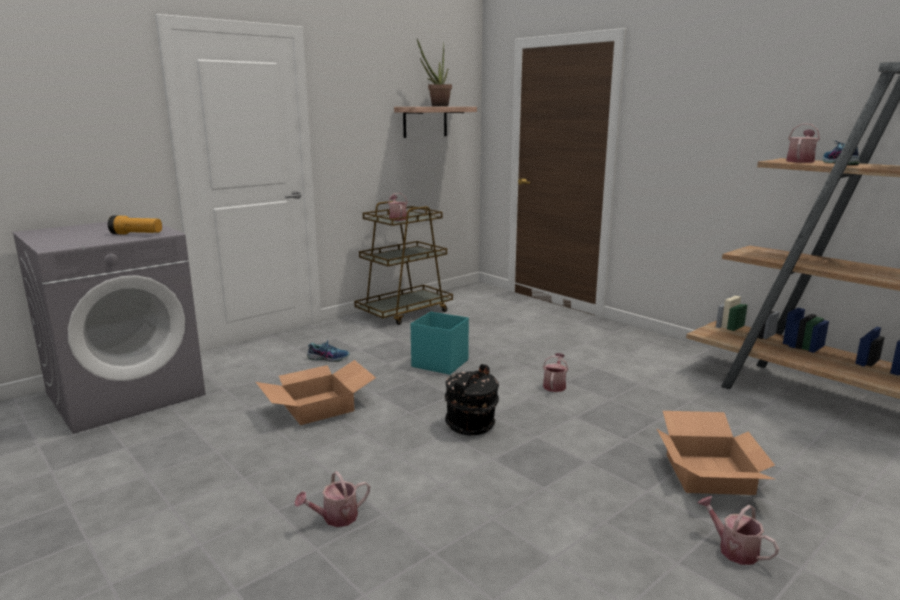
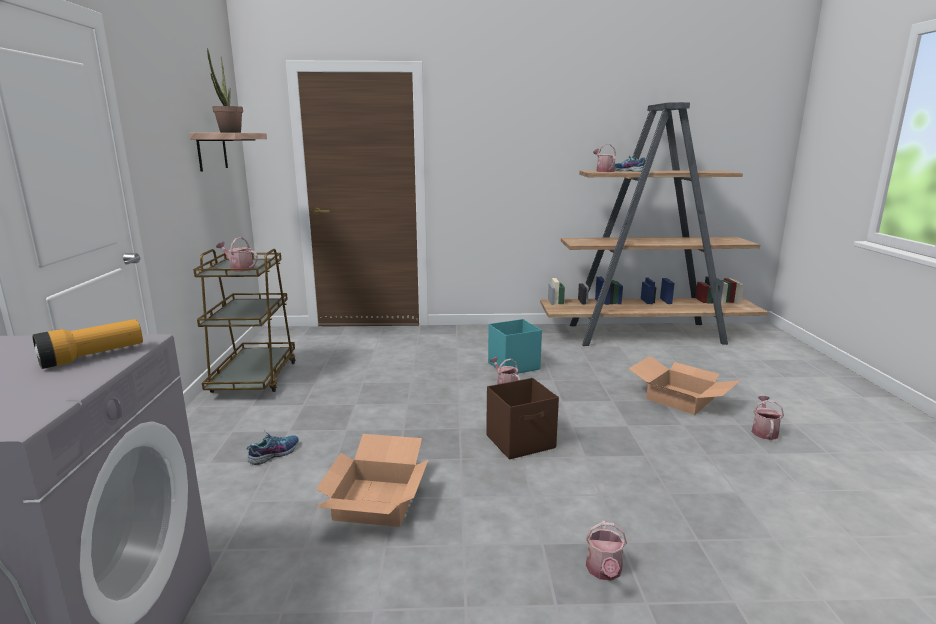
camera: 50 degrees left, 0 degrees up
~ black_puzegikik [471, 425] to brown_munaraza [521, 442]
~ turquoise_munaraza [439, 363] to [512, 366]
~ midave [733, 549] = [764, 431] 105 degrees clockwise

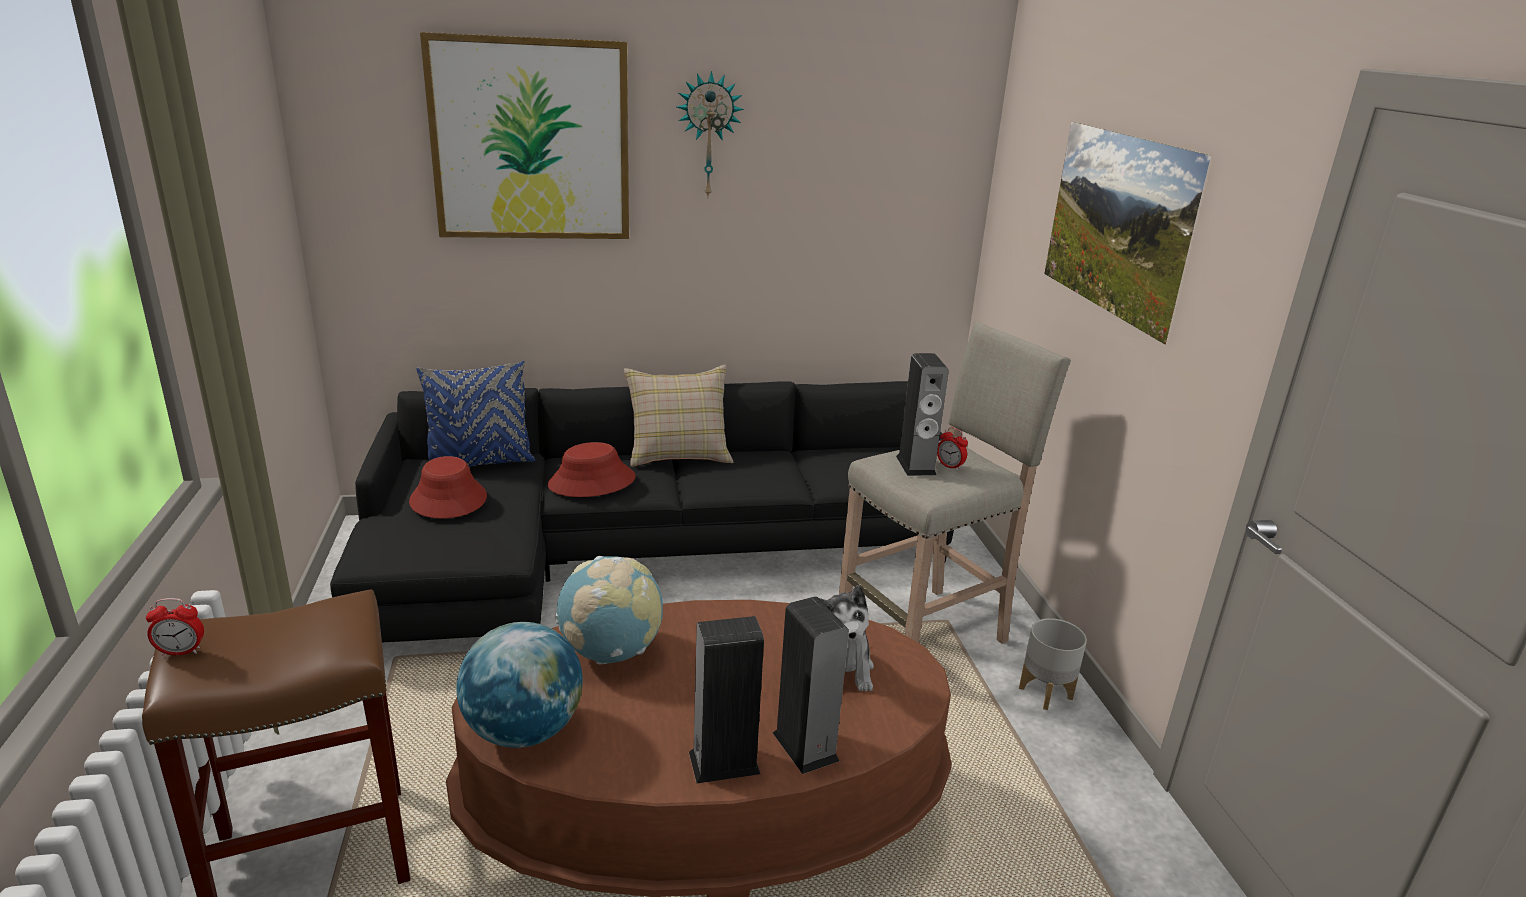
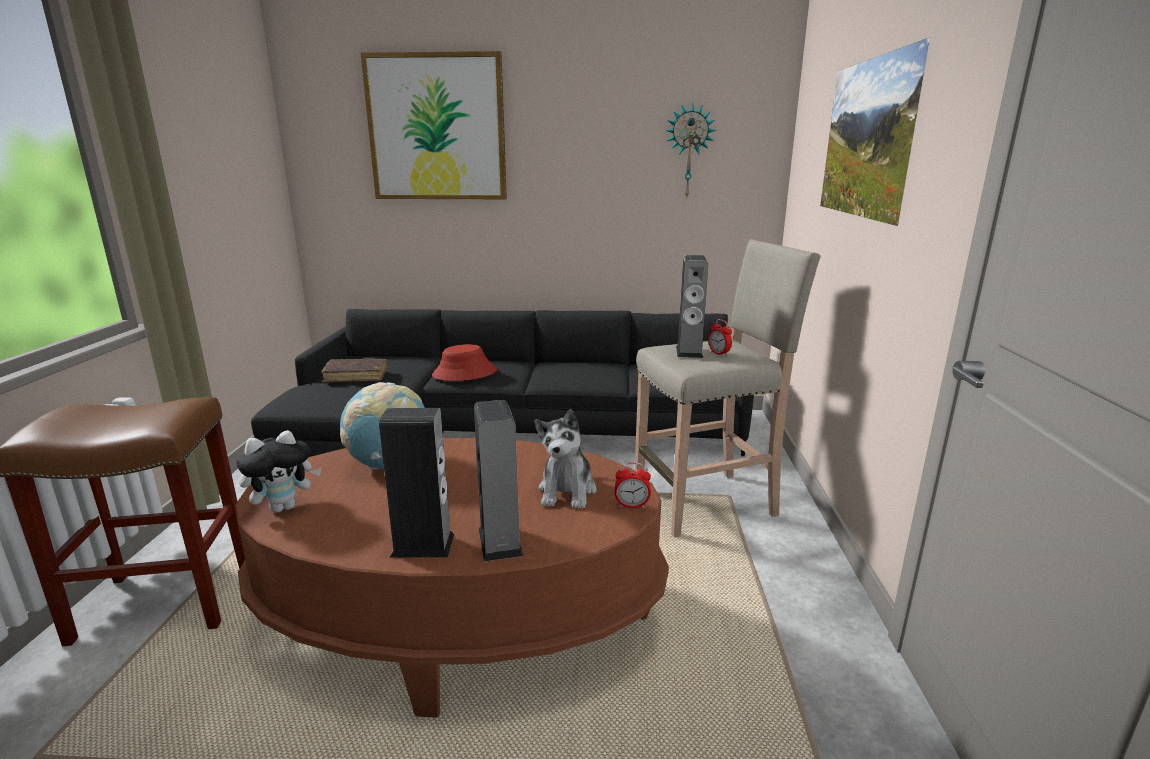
camera: 15 degrees right, 5 degrees down
~ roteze [524, 731] to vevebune [284, 507]
~ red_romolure [448, 500] to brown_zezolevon [356, 376]
~ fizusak [181, 652] to [632, 506]
~ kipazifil [708, 136] to [689, 152]
- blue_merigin [480, 463]
- beige_merigin [678, 454]
- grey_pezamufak [1046, 692]

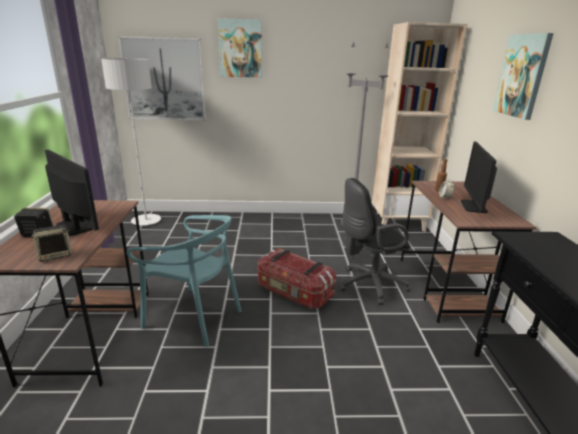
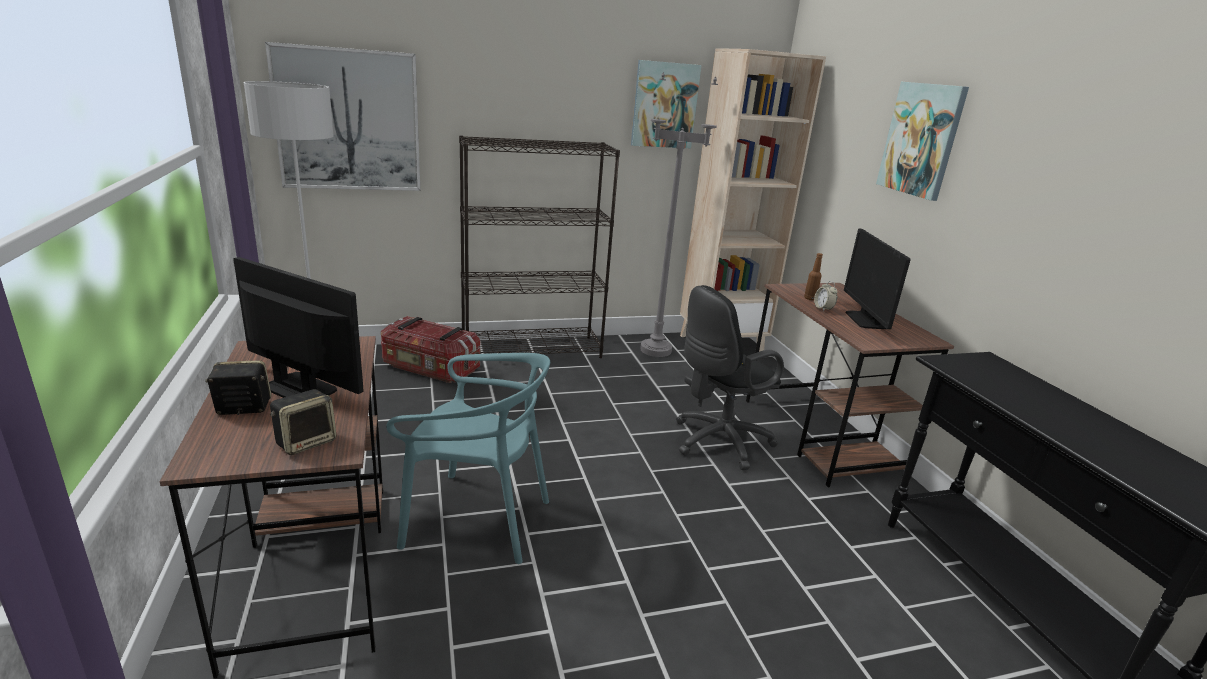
camera: 15 degrees left, 0 degrees up
~ munaraza [293, 293] to [430, 369]
+ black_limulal [532, 350]
~ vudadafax [240, 48] to [664, 105]

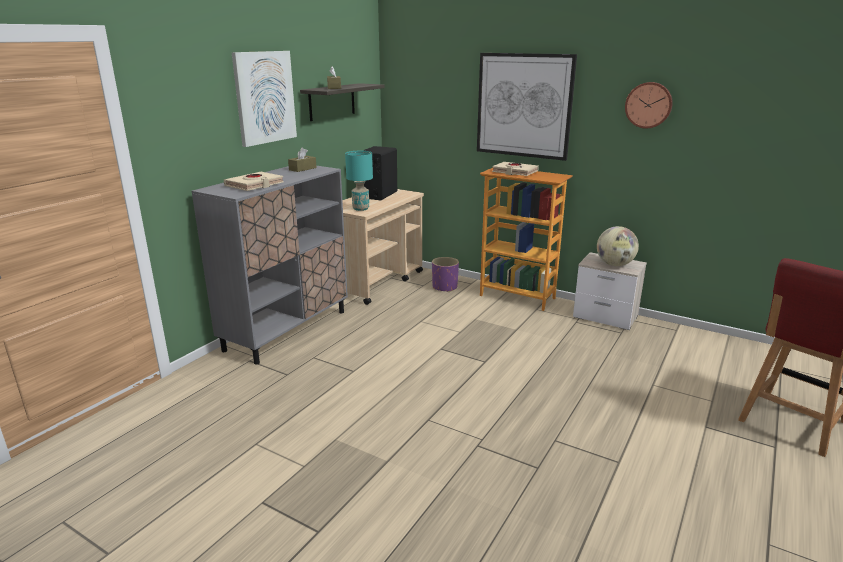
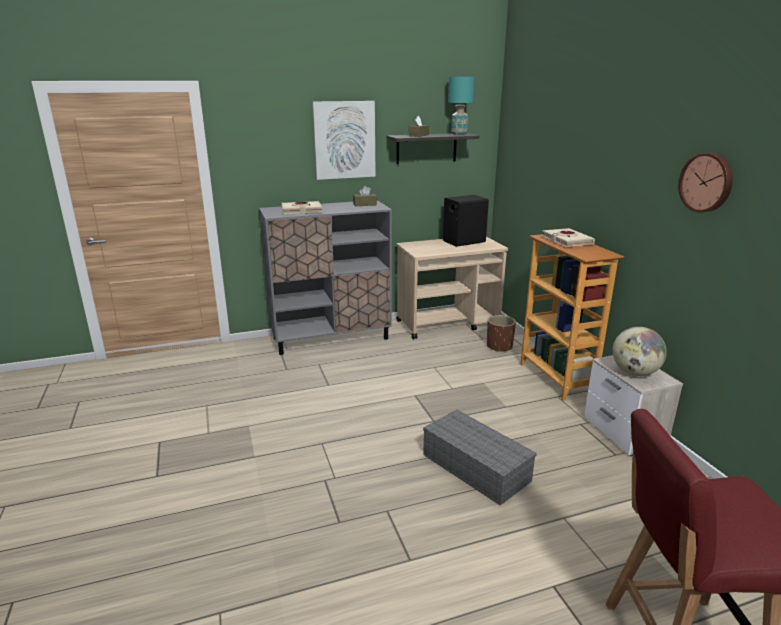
camera: 40 degrees right, 0 degrees up
+ grey_munaraza [473, 467]
~ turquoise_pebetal [361, 209] to [459, 134]
~ purple_pezamufak [445, 287] to brown_pezamufak [499, 346]
- vudadafax [524, 105]

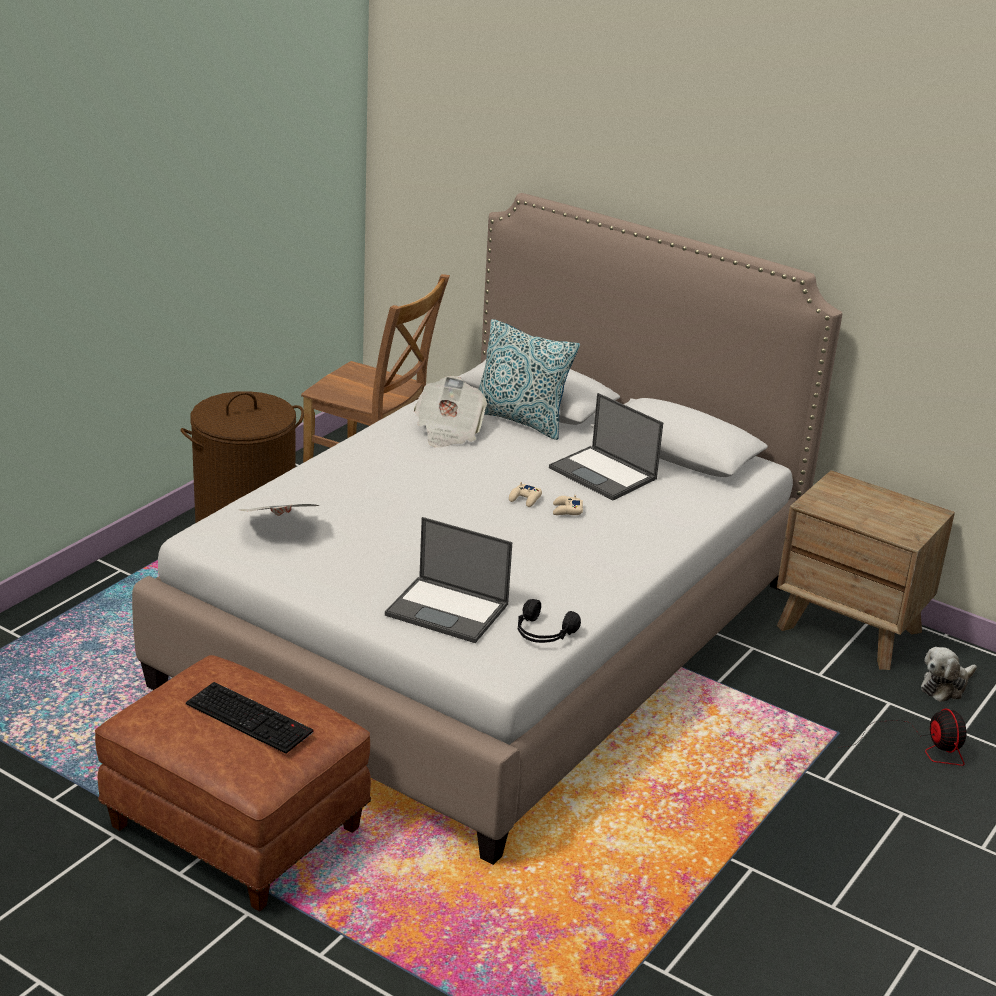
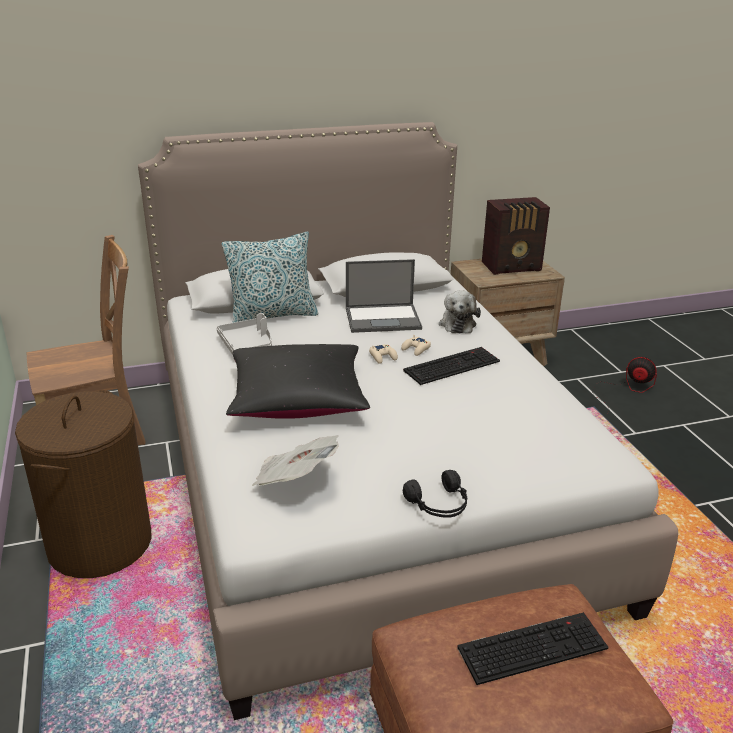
camera: 50 degrees left, 0 degrees up
~ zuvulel [448, 431] to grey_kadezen [247, 345]
+ black_merigin [297, 398]
+ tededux [452, 365]
~ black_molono [543, 633] to [439, 505]
~ vevebune [945, 686] to [457, 323]
+ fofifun [512, 267]
- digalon [448, 610]

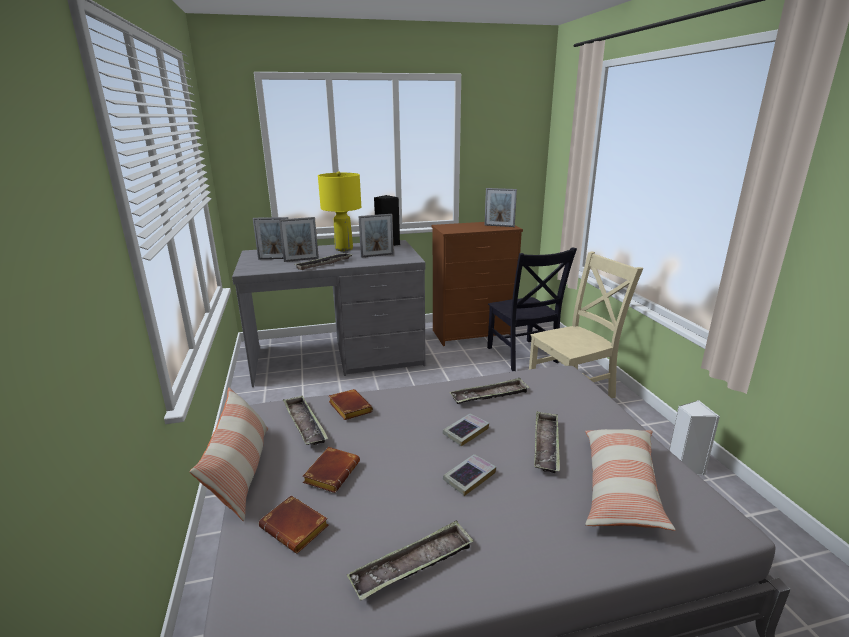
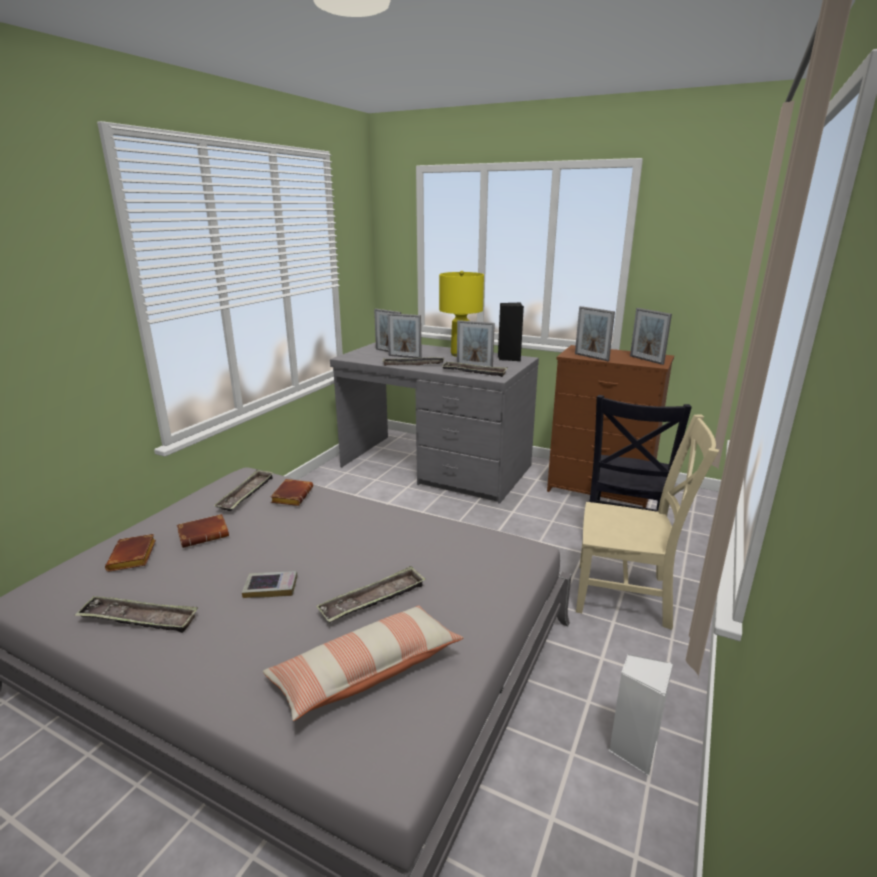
camera: 40 degrees right, 0 degrees up
~ kadezen [489, 395] to [474, 372]
+ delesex [591, 357]
- merigin [241, 471]
- zezolevon [465, 432]

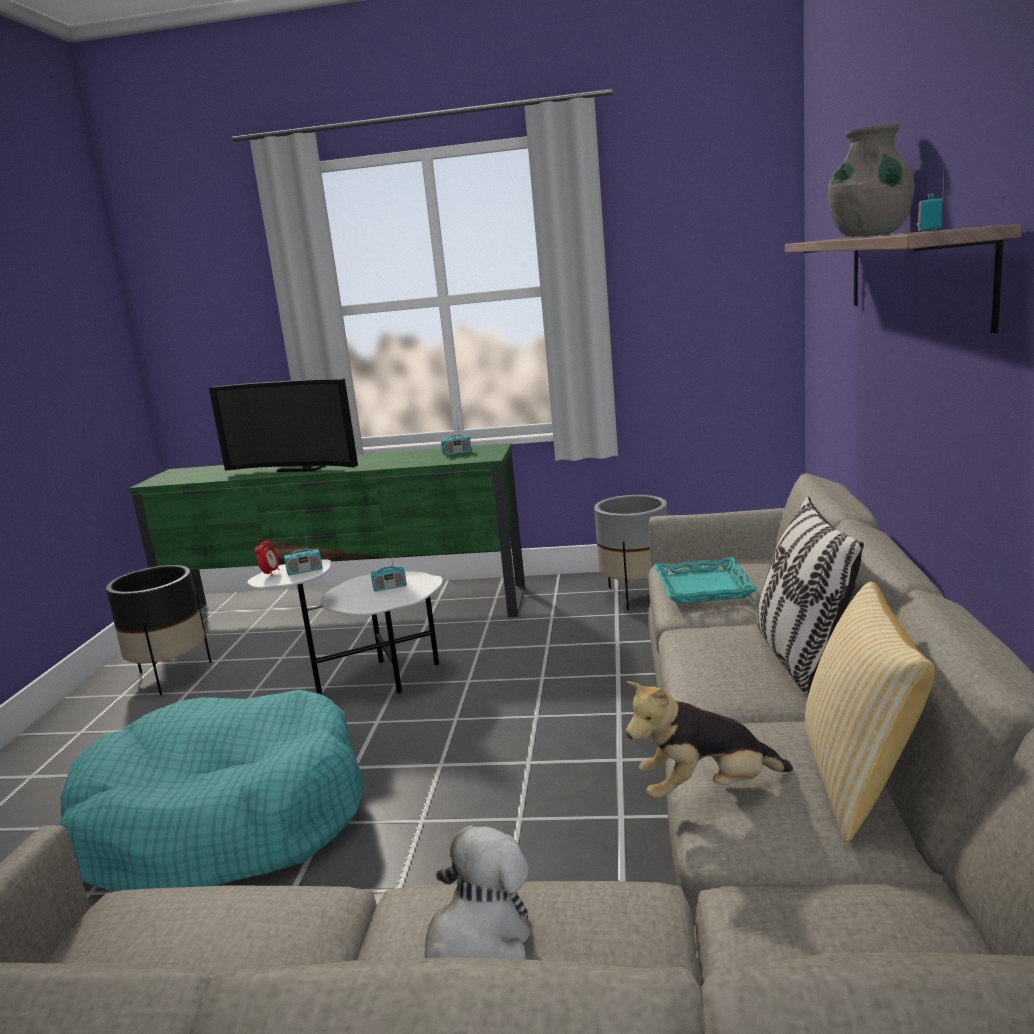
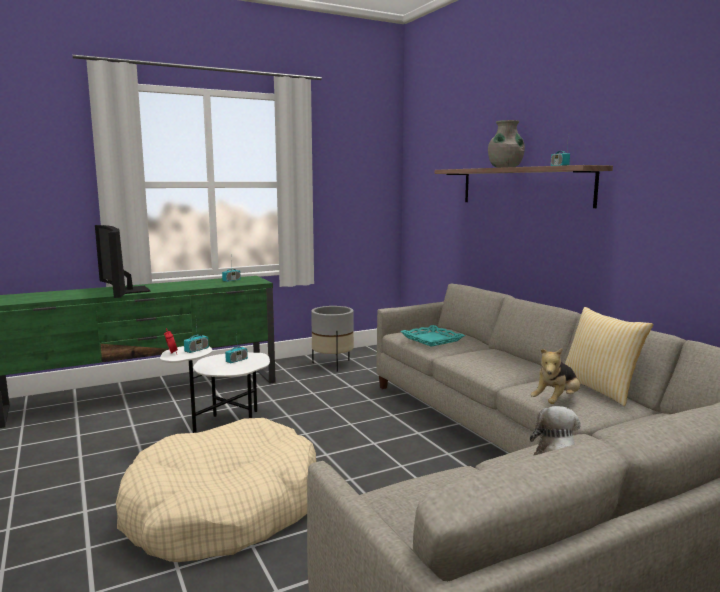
camera: 35 degrees left, 5 degrees down
~ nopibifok [301, 468] = [124, 291] 75 degrees clockwise
~ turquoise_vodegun [224, 820] to beige_vodegun [223, 510]
- black_pezamufak [171, 676]
- merigin [800, 658]

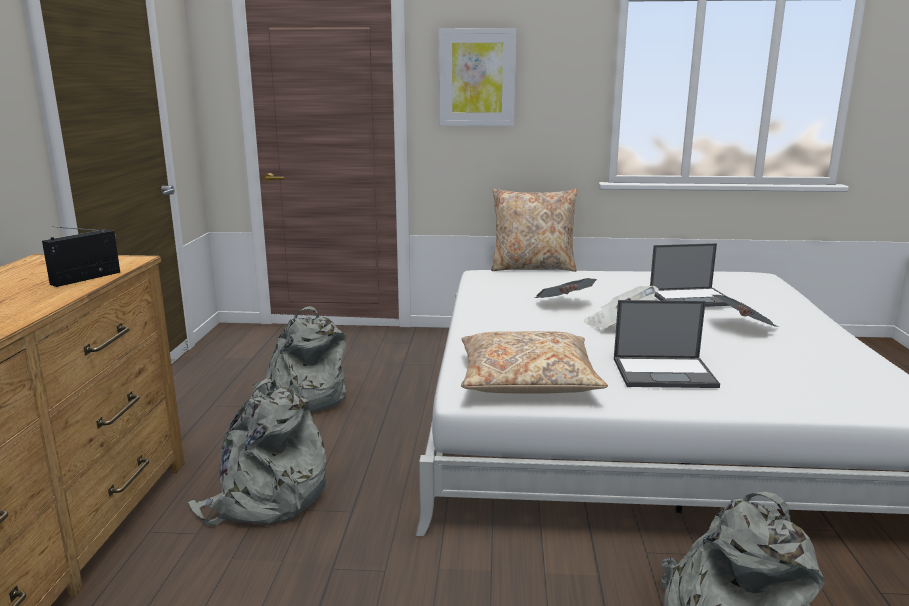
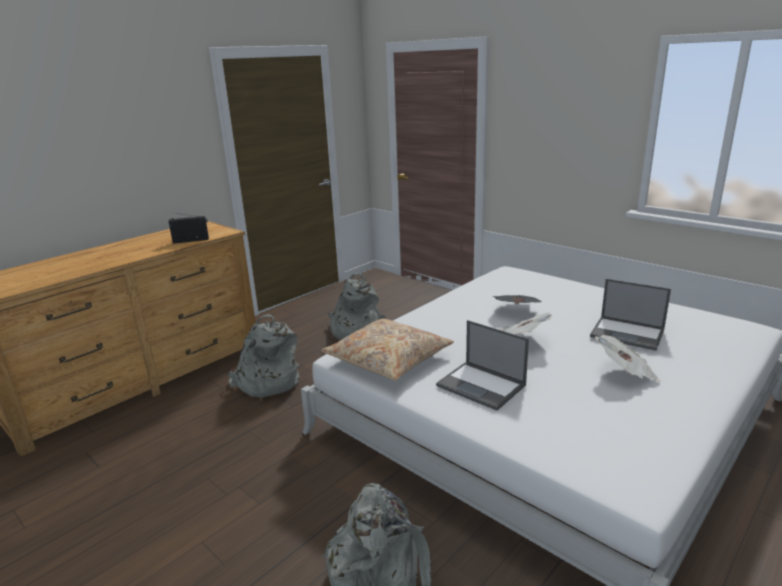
camera: 40 degrees right, 5 degrees up
- vudadafax [477, 78]
- beige_merigin [533, 267]

